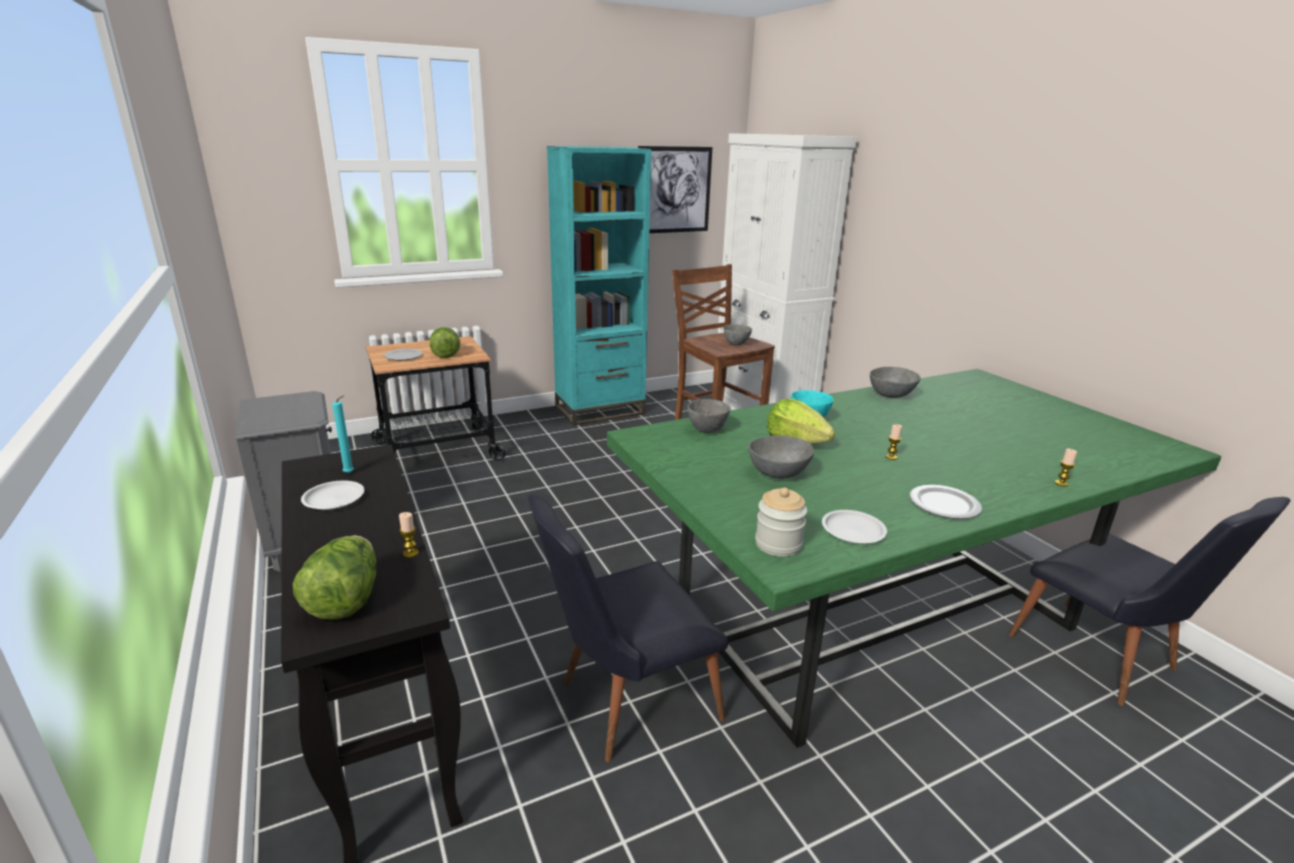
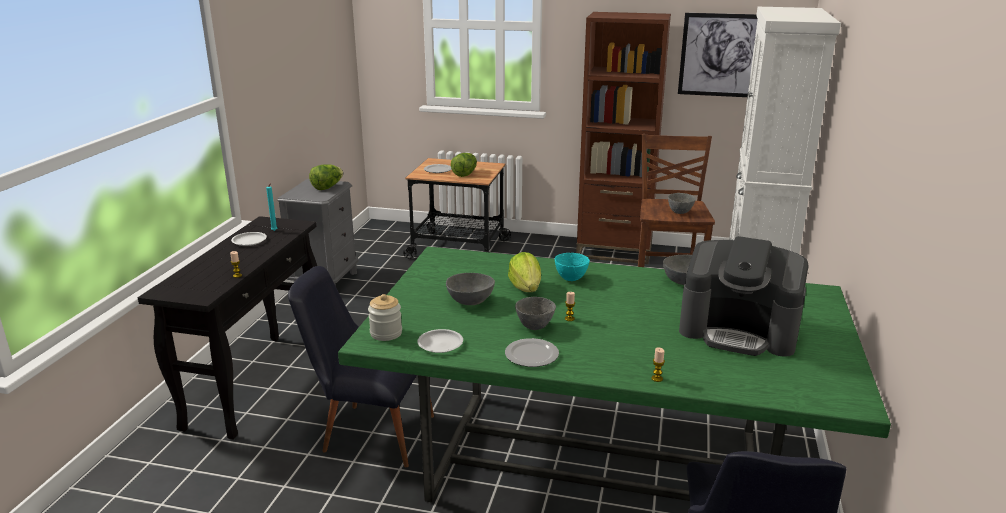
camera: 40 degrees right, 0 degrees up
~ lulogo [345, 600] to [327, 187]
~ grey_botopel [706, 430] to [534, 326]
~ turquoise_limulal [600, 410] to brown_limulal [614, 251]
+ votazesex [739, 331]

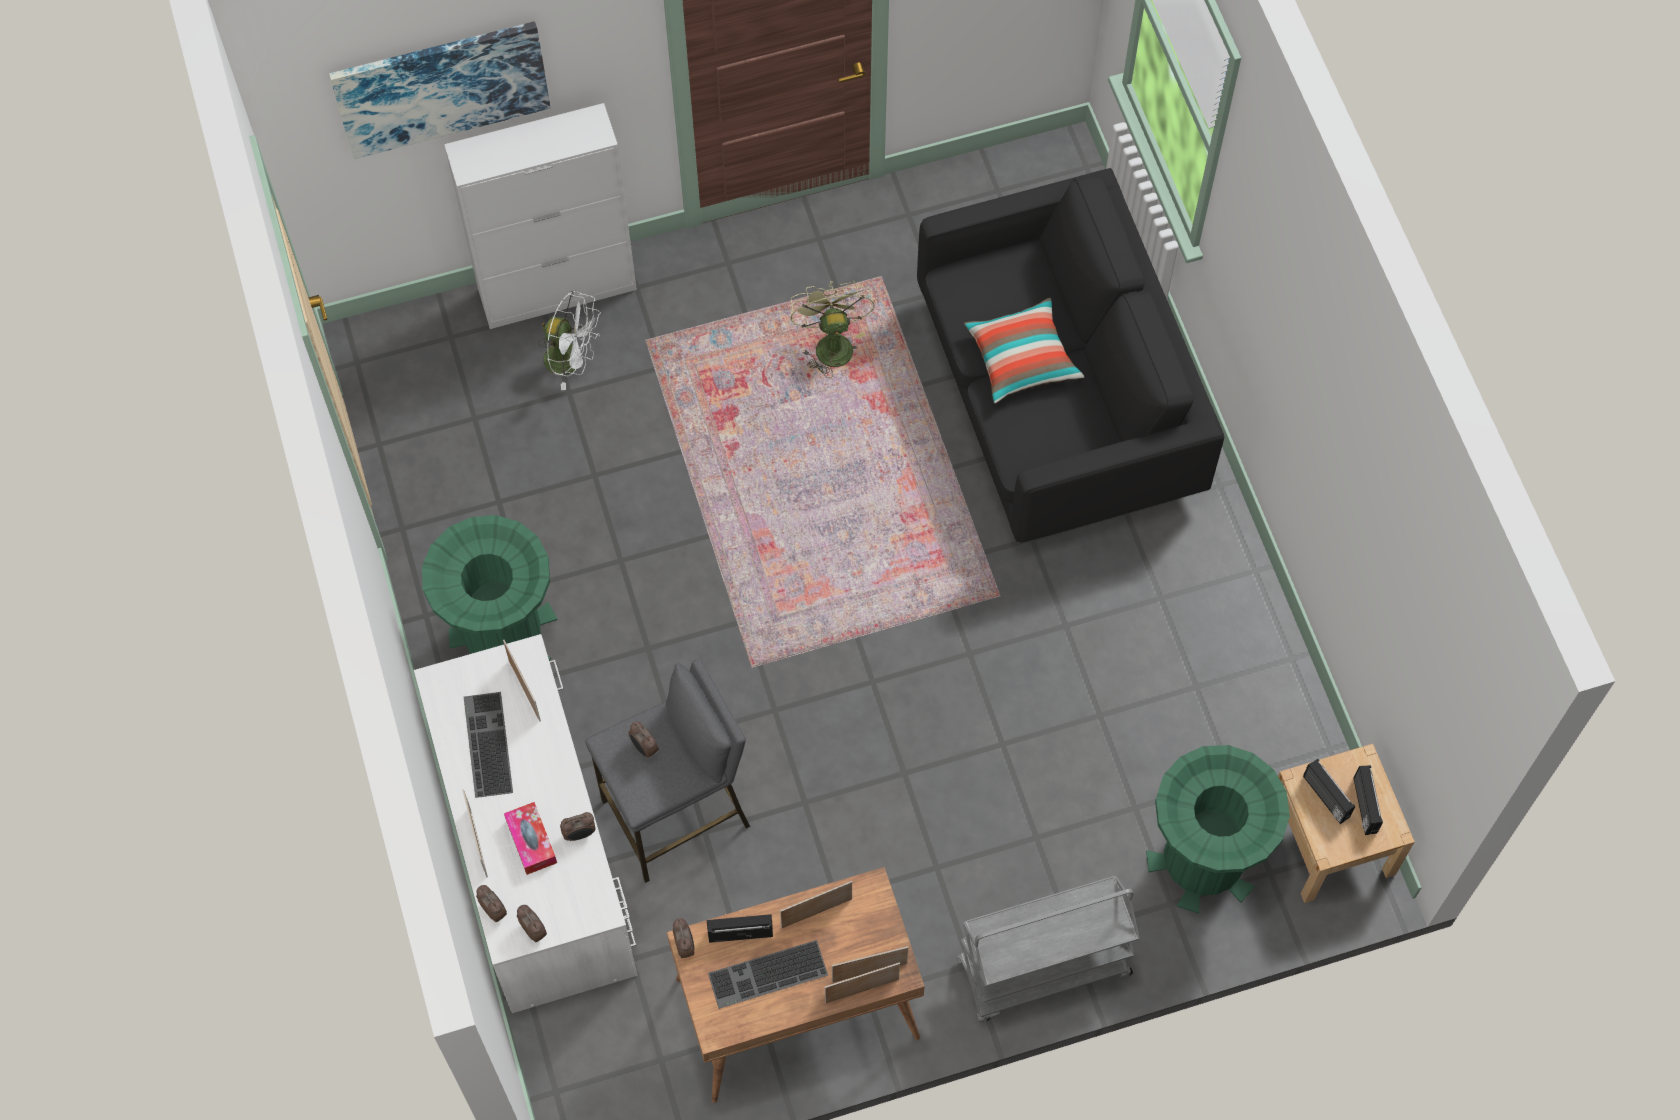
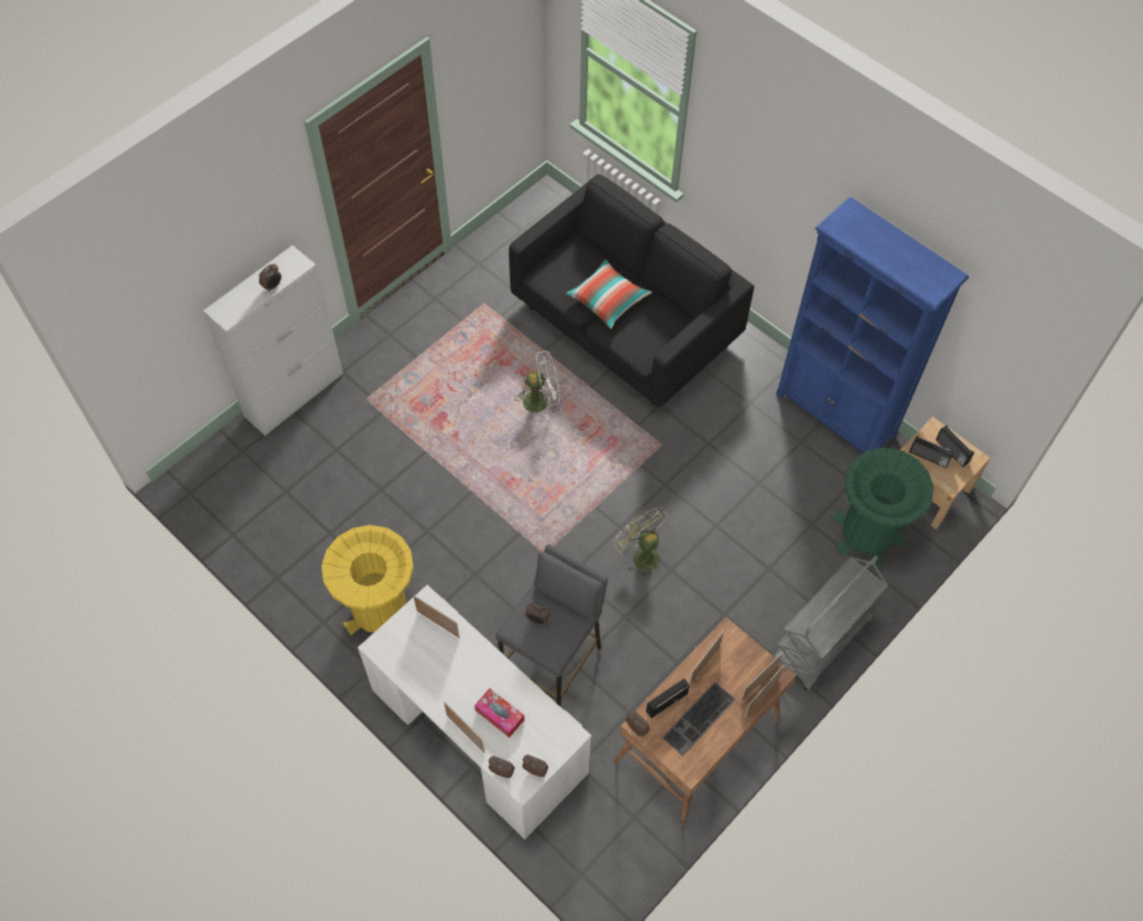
camera: 30 degrees left, 5 degrees down
~ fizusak [580, 834] to [273, 286]
~ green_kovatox [503, 635] to yellow_kovatox [380, 610]
~ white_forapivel [571, 360] to [541, 400]
~ green_forapivel [831, 343] to [641, 555]
+ blue_limulal [835, 415]
- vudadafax [441, 87]
- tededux [486, 744]

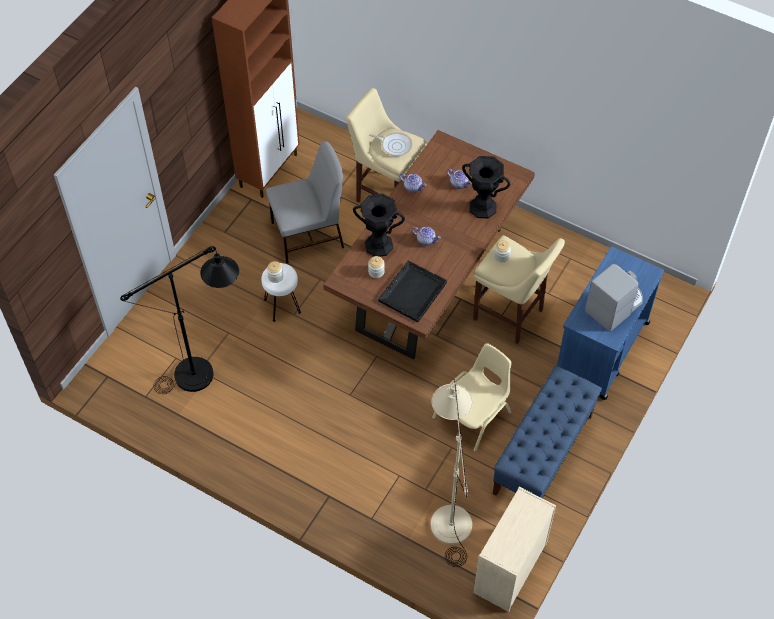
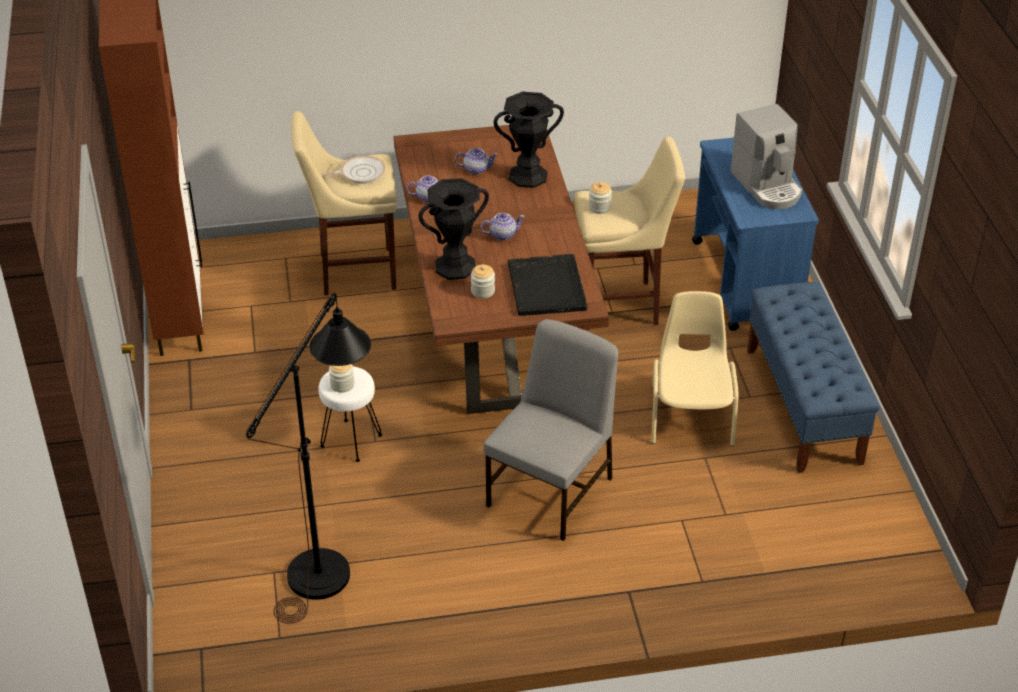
camera: 40 degrees left, 15 degrees down
~ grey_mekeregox [309, 235] to [552, 491]
~ votazesex [615, 306] = [767, 186] 150 degrees clockwise
- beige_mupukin [449, 514]
- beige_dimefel [509, 569]

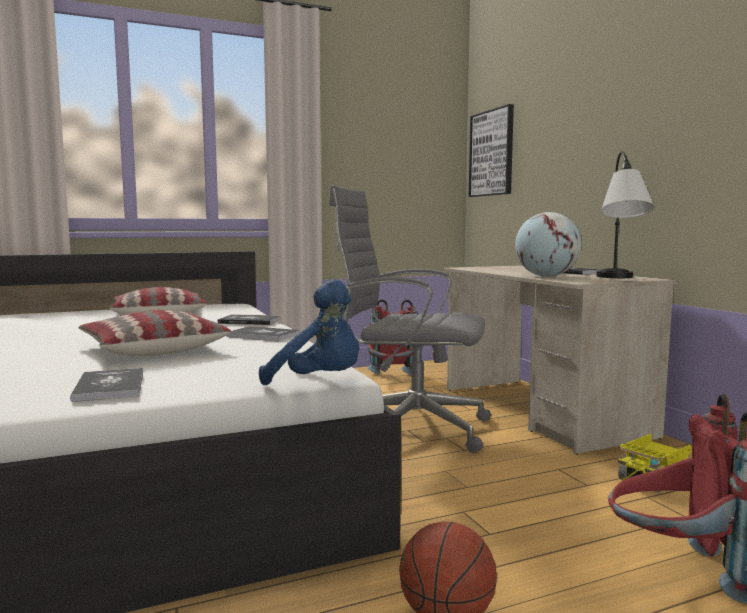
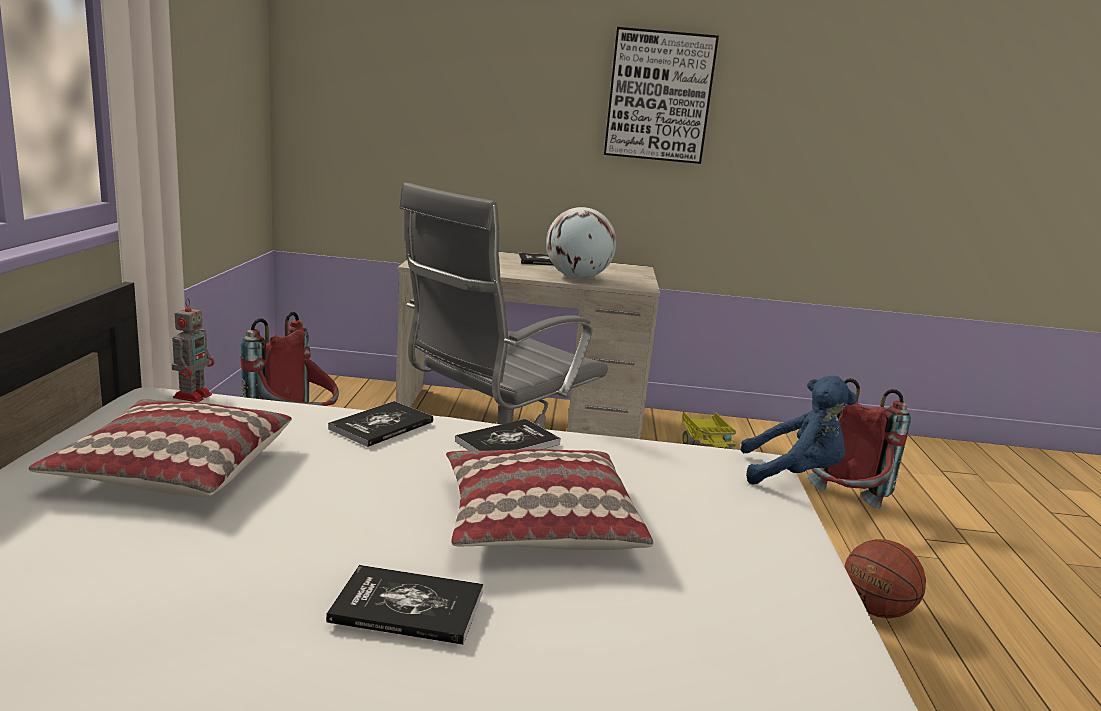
camera: 65 degrees left, 10 degrees up
+ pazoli [193, 395]
~ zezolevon [110, 386] to [407, 607]
~ vudadafax [492, 153] to [659, 96]
~ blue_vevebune [320, 382] = [794, 475] 45 degrees clockwise
- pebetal [618, 278]

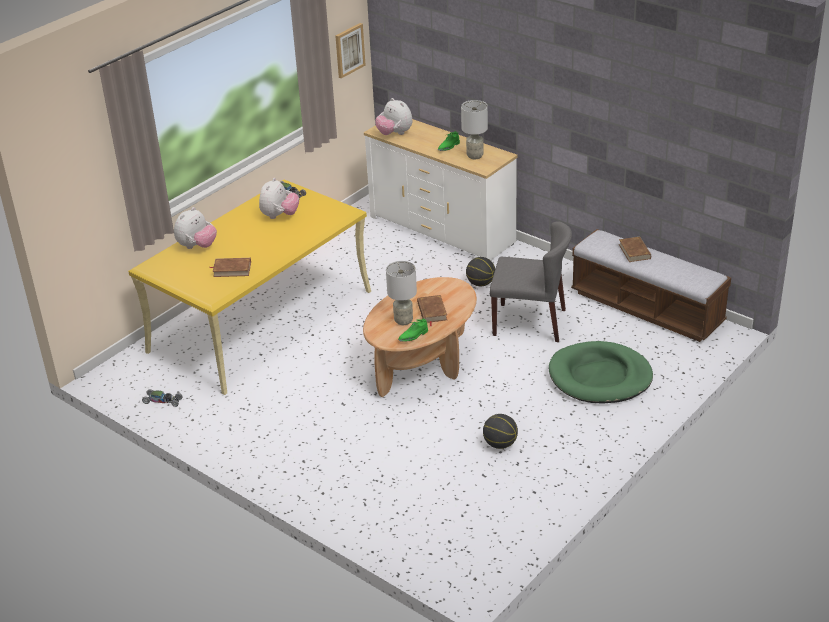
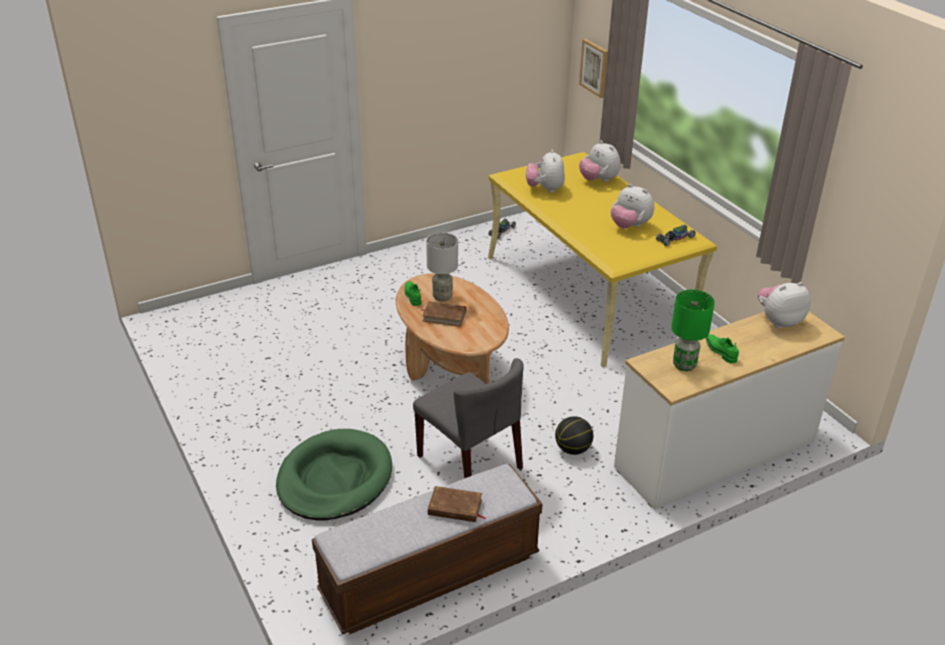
camera: 110 degrees right, 0 degrees up
~ grey_mekeregox [530, 322] = [470, 462] 75 degrees counterclockwise
~ brown_zezolevon [232, 269] to vevebune [545, 189]
~ vudadafax [349, 50] to [594, 68]
~ grey_pebetal [475, 156] to green_pebetal [684, 365]
- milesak [500, 444]

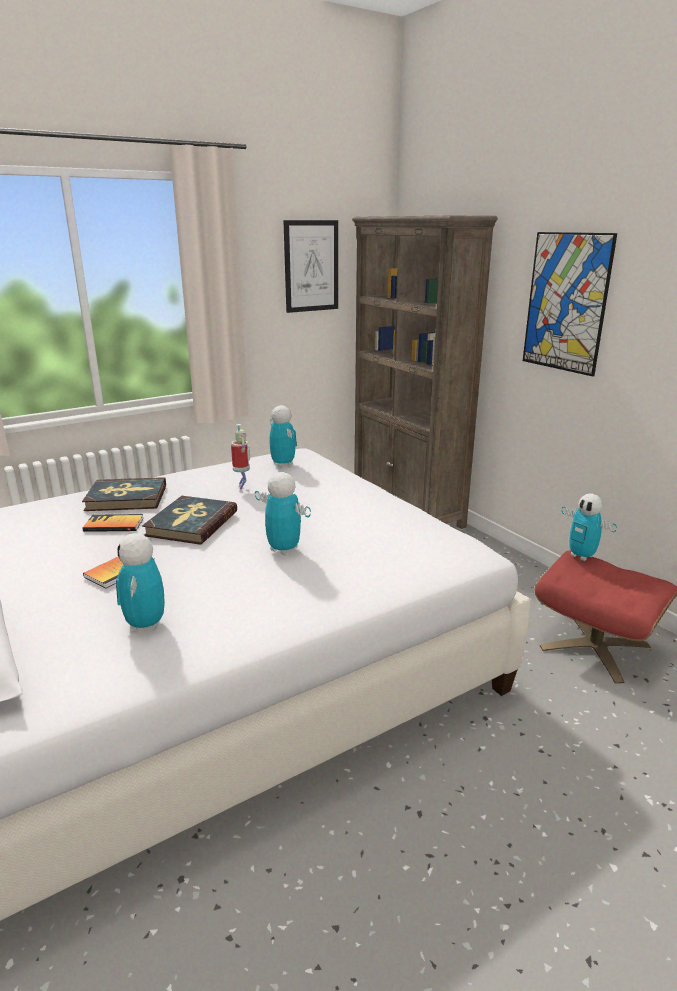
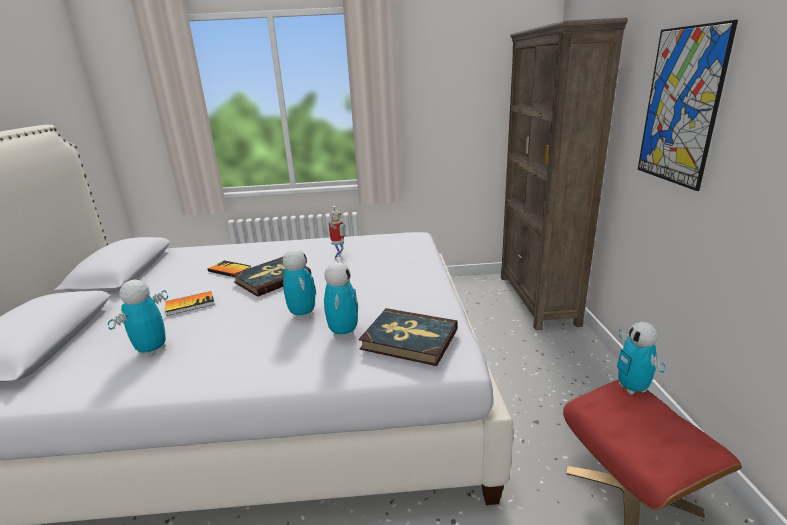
camera: 30 degrees right, 0 degrees up
~ pazoli [283, 464] to [343, 332]
~ zezolevon [126, 498] to [409, 339]
- vudadafax [311, 266]

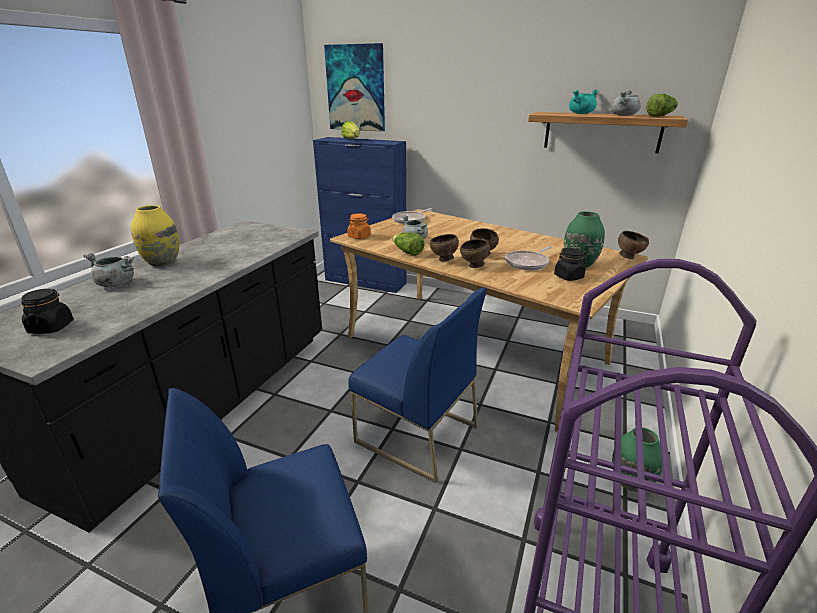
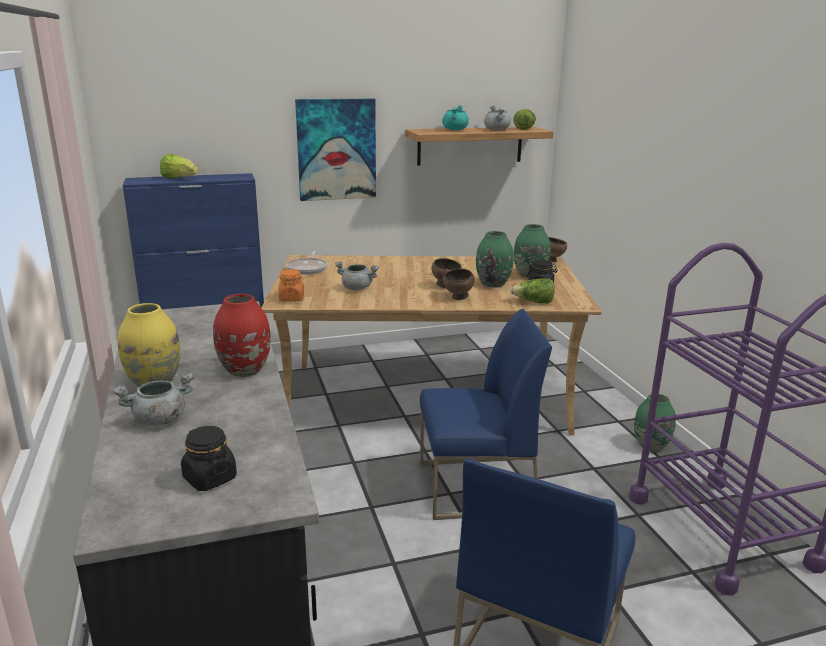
camera: 40 degrees left, 5 degrees down
+ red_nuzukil [245, 370]
~ vudadafax [356, 88] to [336, 149]
~ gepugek [528, 263] to green_nuzukil [493, 284]
~ lulogo [407, 252] to [533, 302]
- brown_botopel [443, 260]

